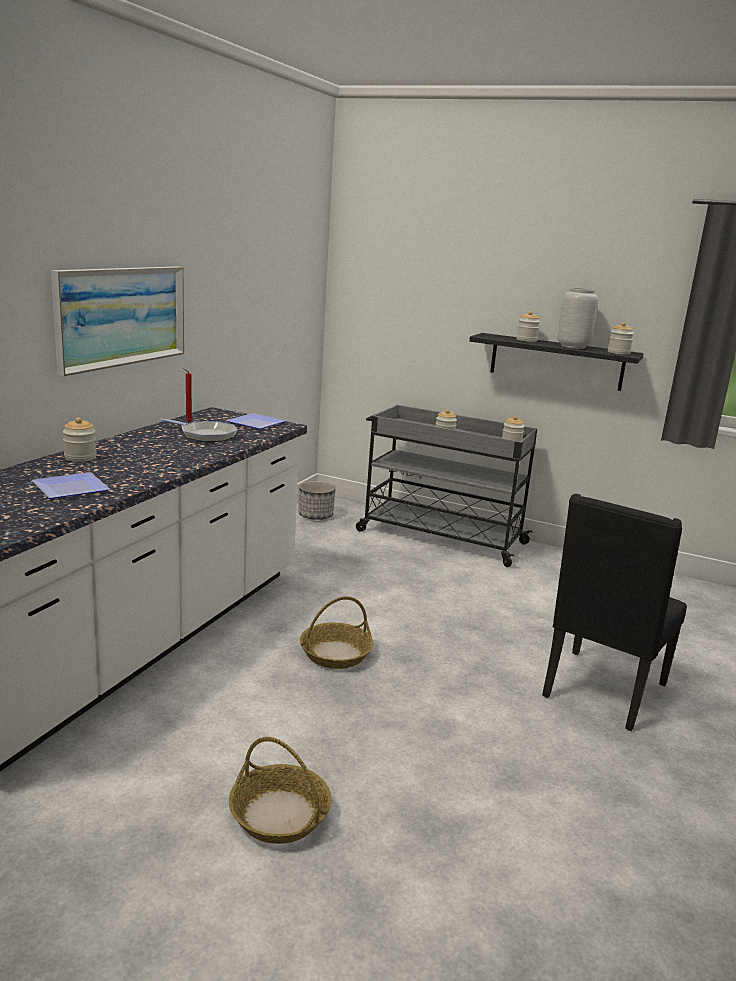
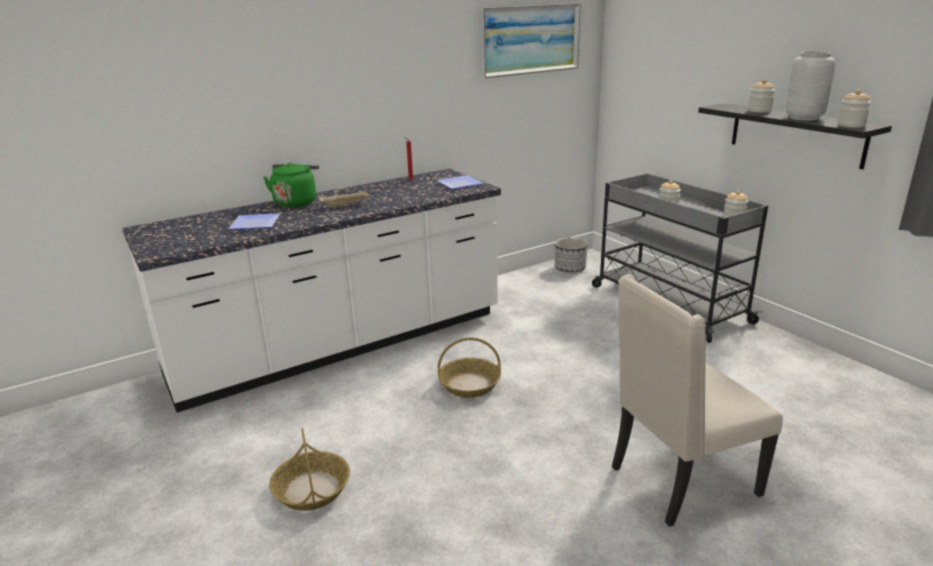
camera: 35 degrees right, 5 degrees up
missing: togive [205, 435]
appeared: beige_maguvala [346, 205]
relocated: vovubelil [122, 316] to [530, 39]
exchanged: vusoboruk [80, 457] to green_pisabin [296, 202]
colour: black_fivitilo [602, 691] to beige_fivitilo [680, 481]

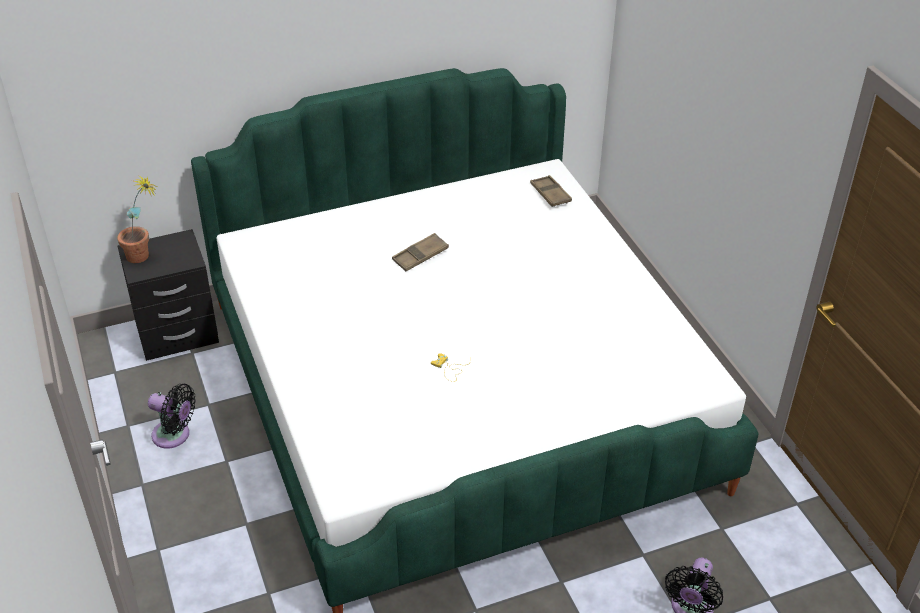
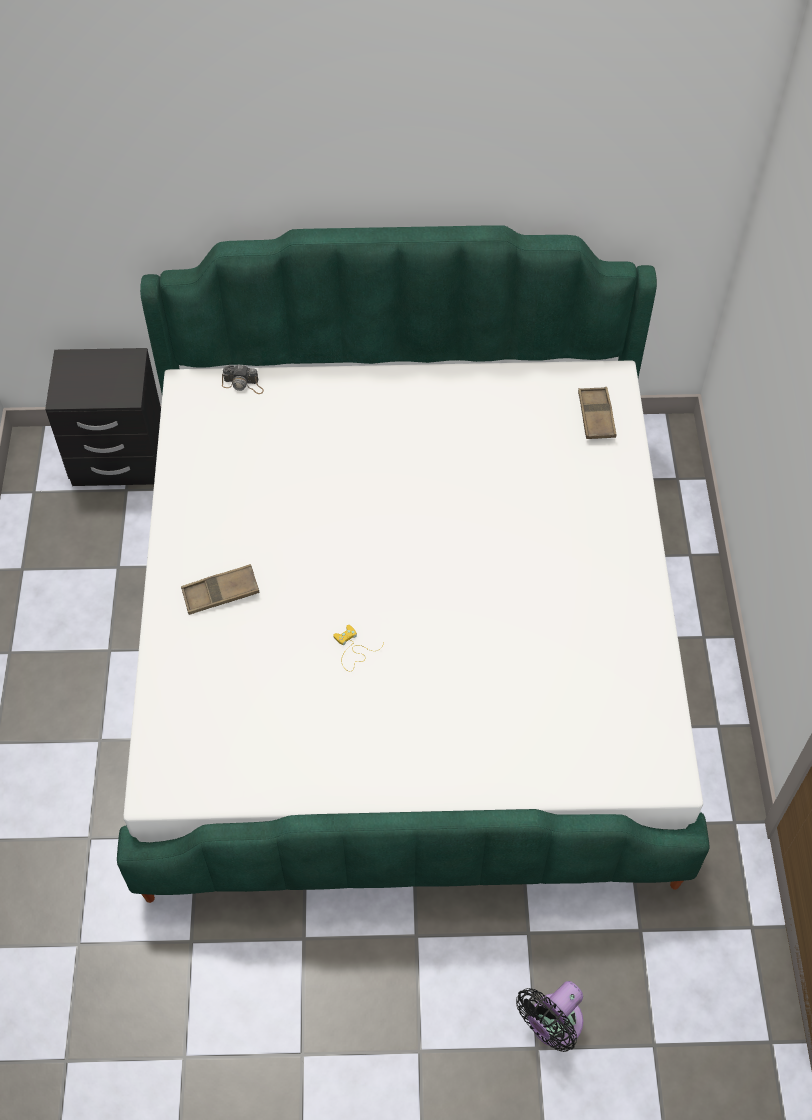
camera: 20 degrees right, 15 degrees up
missing: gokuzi [144, 256]; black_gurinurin [174, 435]
appeared: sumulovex [243, 384]
relocated: brown_maguvala [420, 256] to [221, 593]

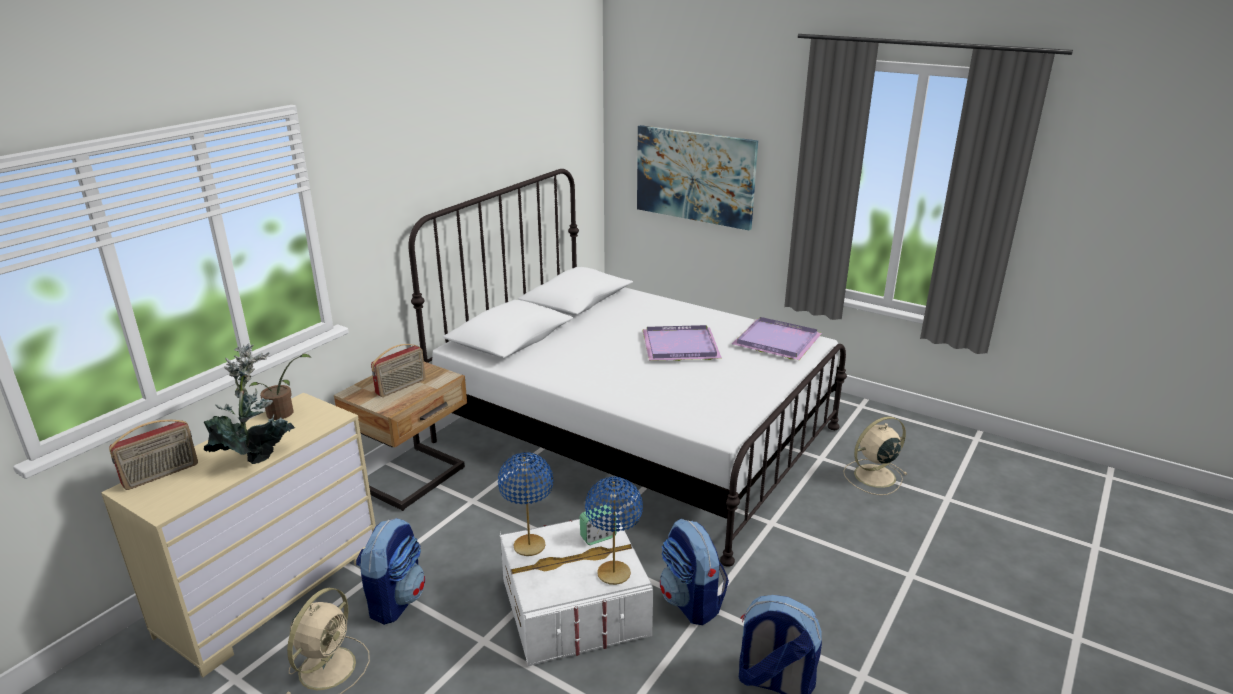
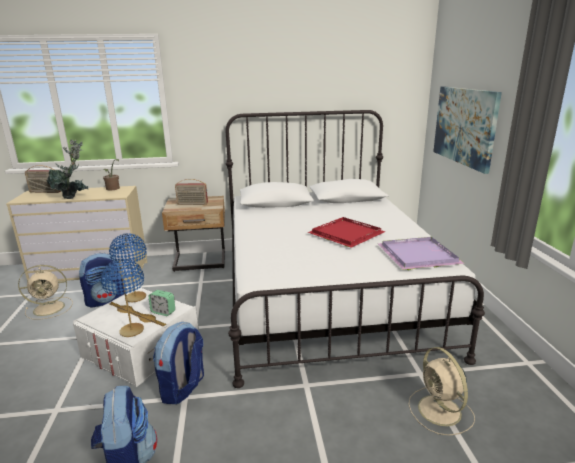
camera: 50 degrees right, 5 degrees down
colour: purple_maguvala [679, 346] to red_maguvala [346, 233]
spun: beige_gurinurin [873, 476] = [440, 411] 135 degrees counterclockwise

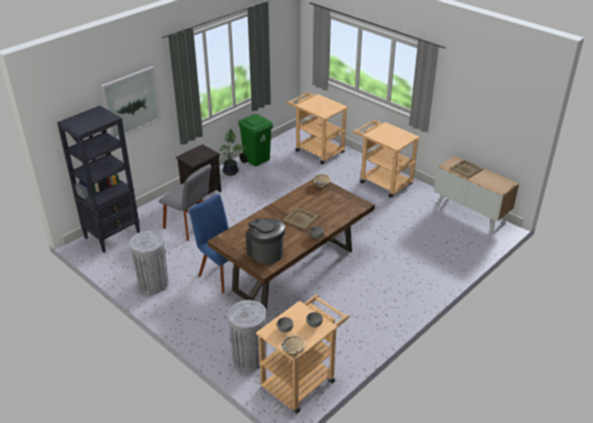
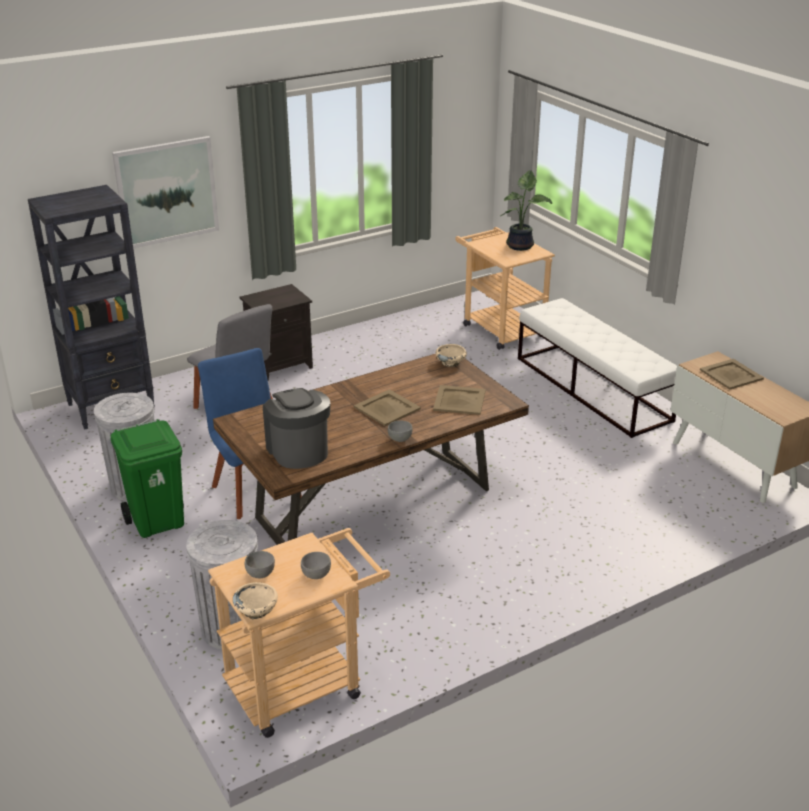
camera: 15 degrees right, 5 degrees down
appeared: beige_maguvala [459, 400]
relocated: gokuzi [231, 171] to [521, 246]; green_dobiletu [256, 160] to [158, 522]
exchanged: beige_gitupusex [382, 181] to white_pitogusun [593, 389]

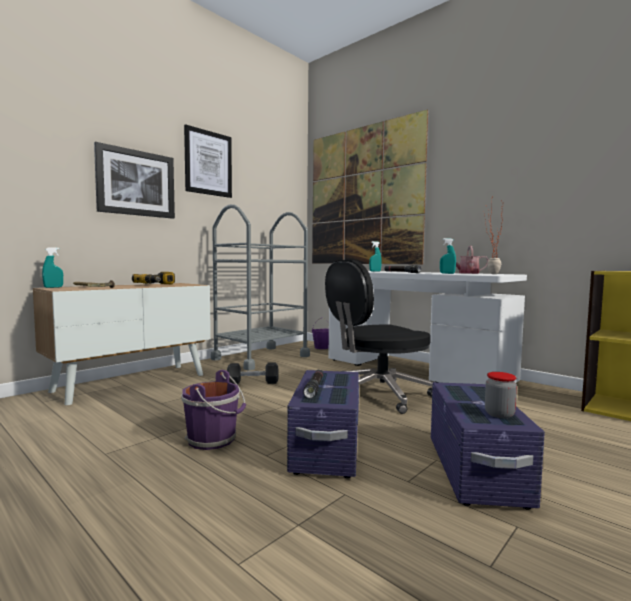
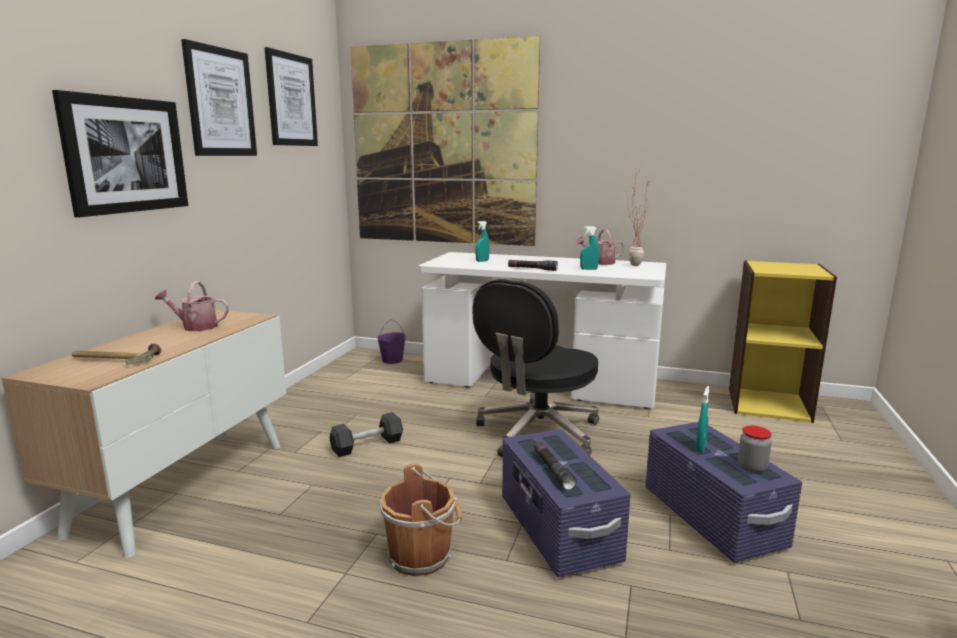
camera: 25 degrees left, 10 degrees up
missing: grey_gitupusex [261, 358]
appeared: vovubelil [291, 100]
relocated: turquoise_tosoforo [53, 287] to [700, 447]
exchanged: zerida [157, 284] to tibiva [195, 326]
colour: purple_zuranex [214, 439] to brown_zuranex [422, 555]

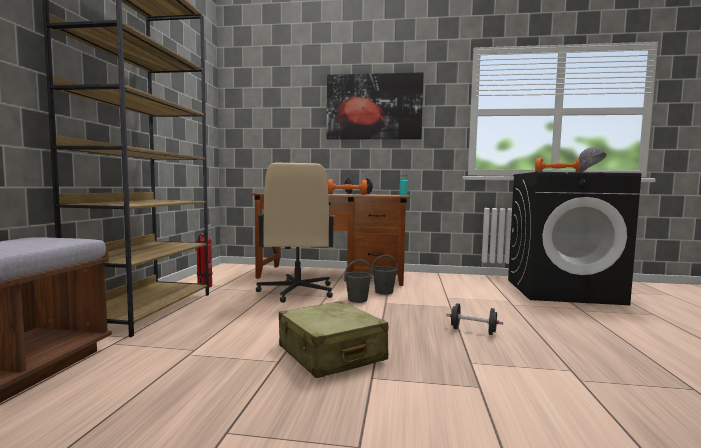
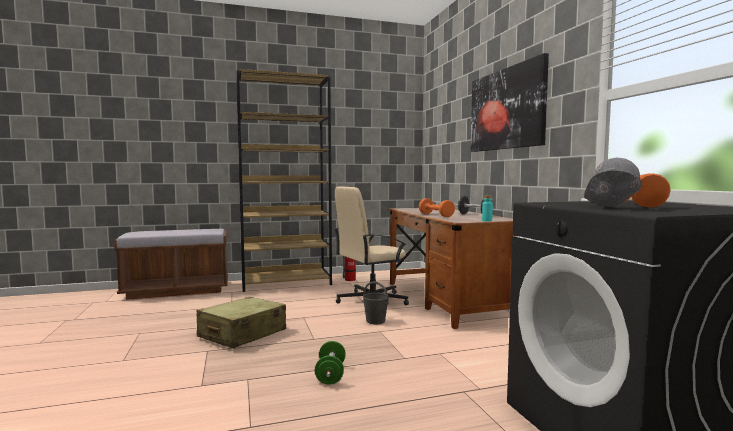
camera: 65 degrees right, 0 degrees up
missing: grey_zuranex [384, 292]
colour: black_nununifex [473, 331] to green_nununifex [330, 375]

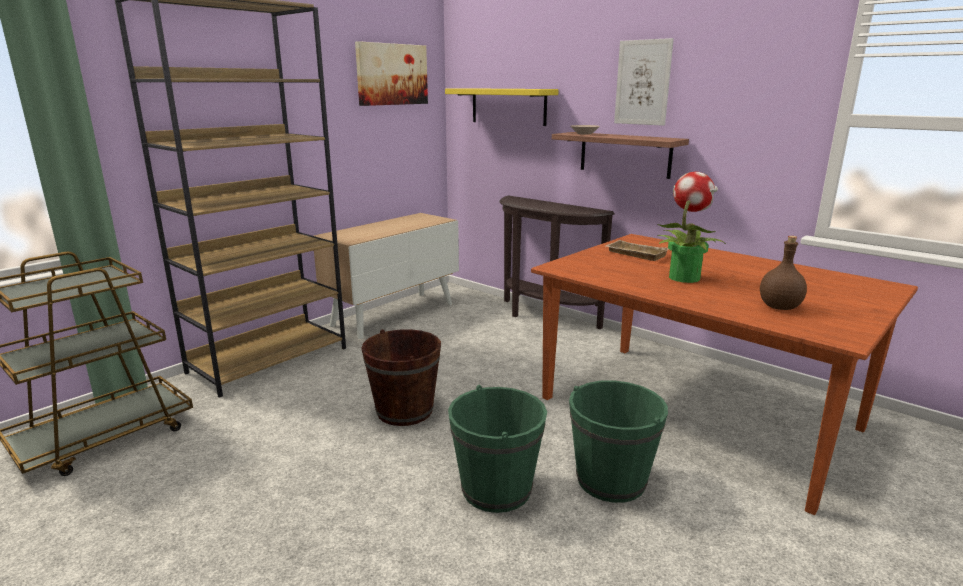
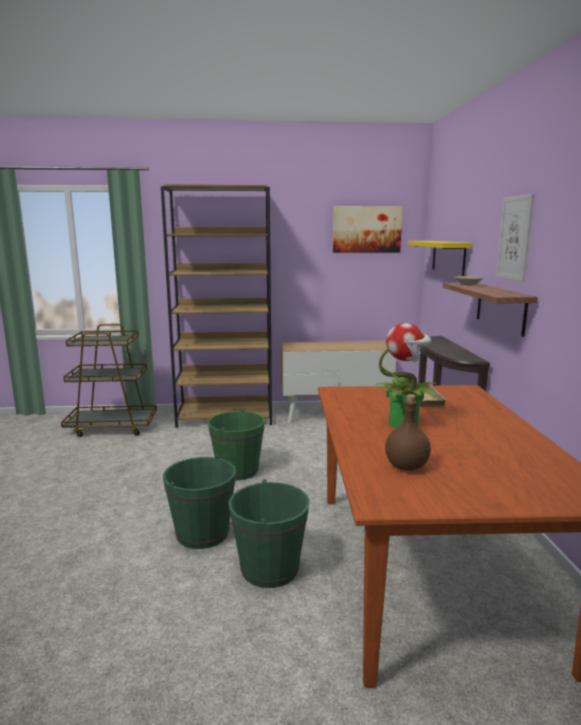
camera: 45 degrees right, 5 degrees down
colour: brown_zuranex [405, 411] to green_zuranex [237, 470]

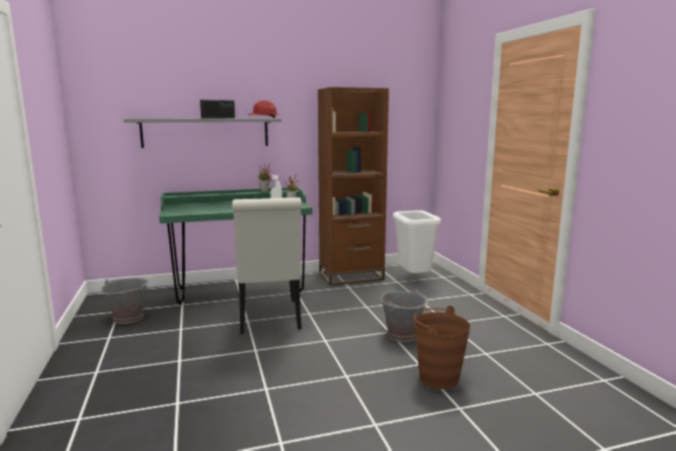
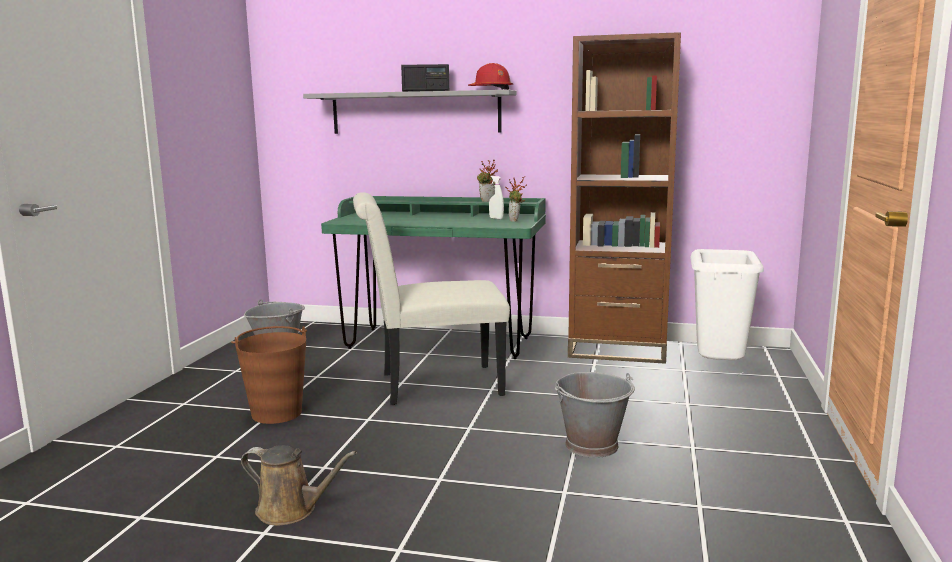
camera: 30 degrees right, 0 degrees up
appeared: brown_tibiva [291, 510]
relocated: brown_zuranex [438, 378] to [277, 413]
spun: white_fivitilo [269, 319] = [431, 385] 60 degrees clockwise

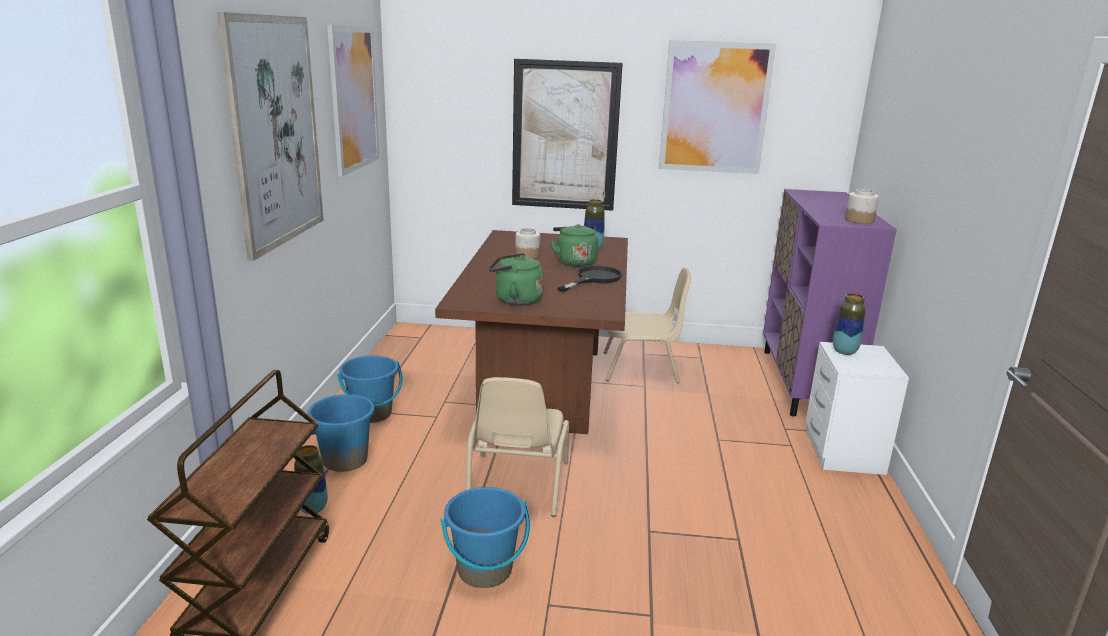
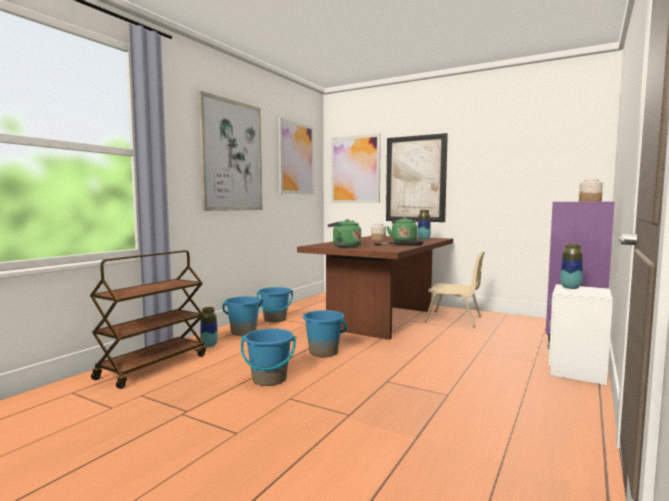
camera: 25 degrees right, 15 degrees down
relocated: vovubelil [715, 108] to [355, 169]
exchanged: beige_fivitilo [516, 485] to blue_zuranex [323, 352]

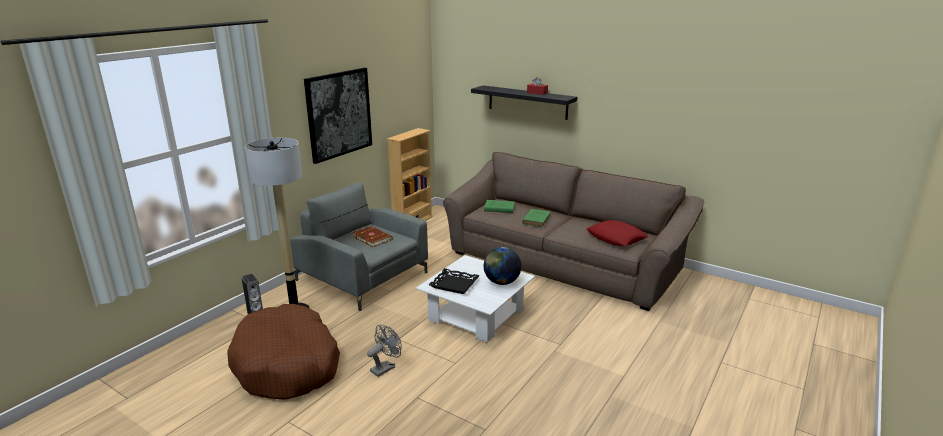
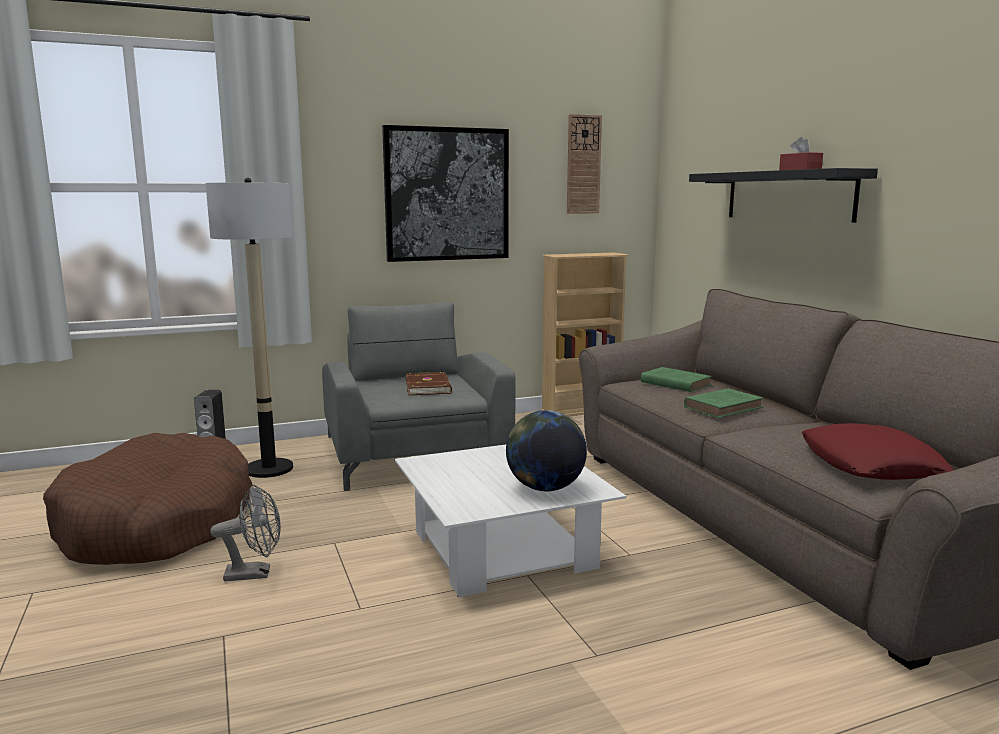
camera: 35 degrees right, 10 degrees down
missing: black_maguvala [454, 284]
appeared: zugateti [583, 165]

